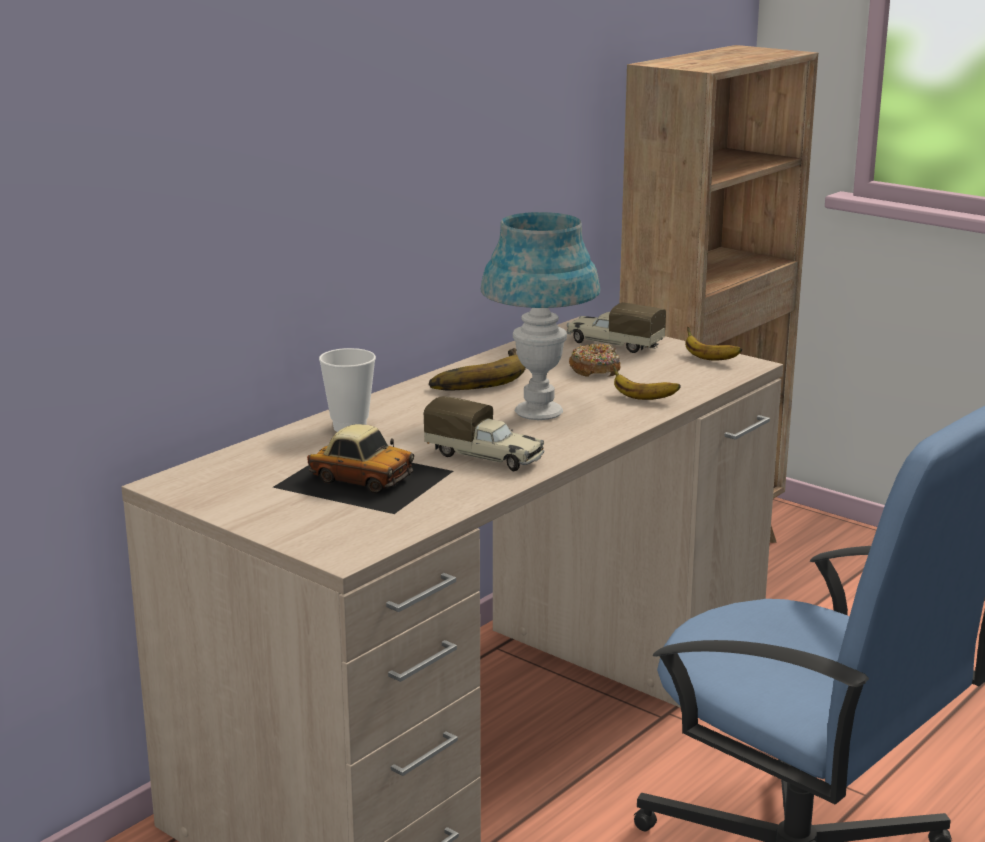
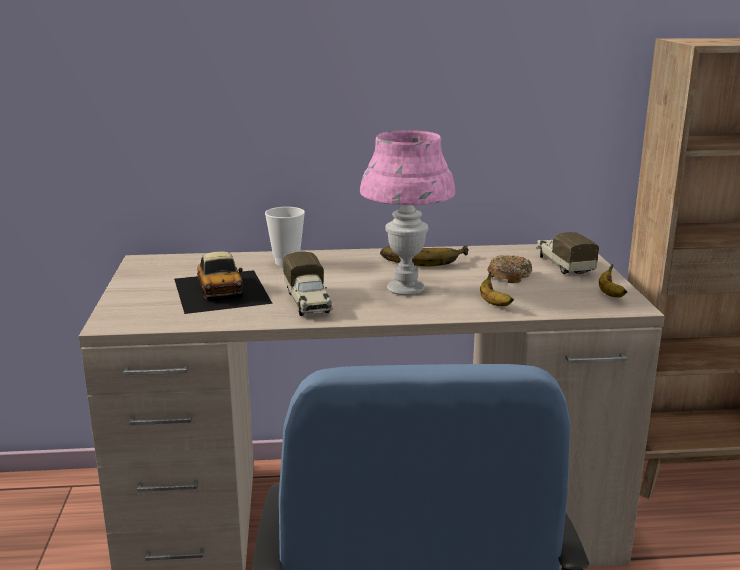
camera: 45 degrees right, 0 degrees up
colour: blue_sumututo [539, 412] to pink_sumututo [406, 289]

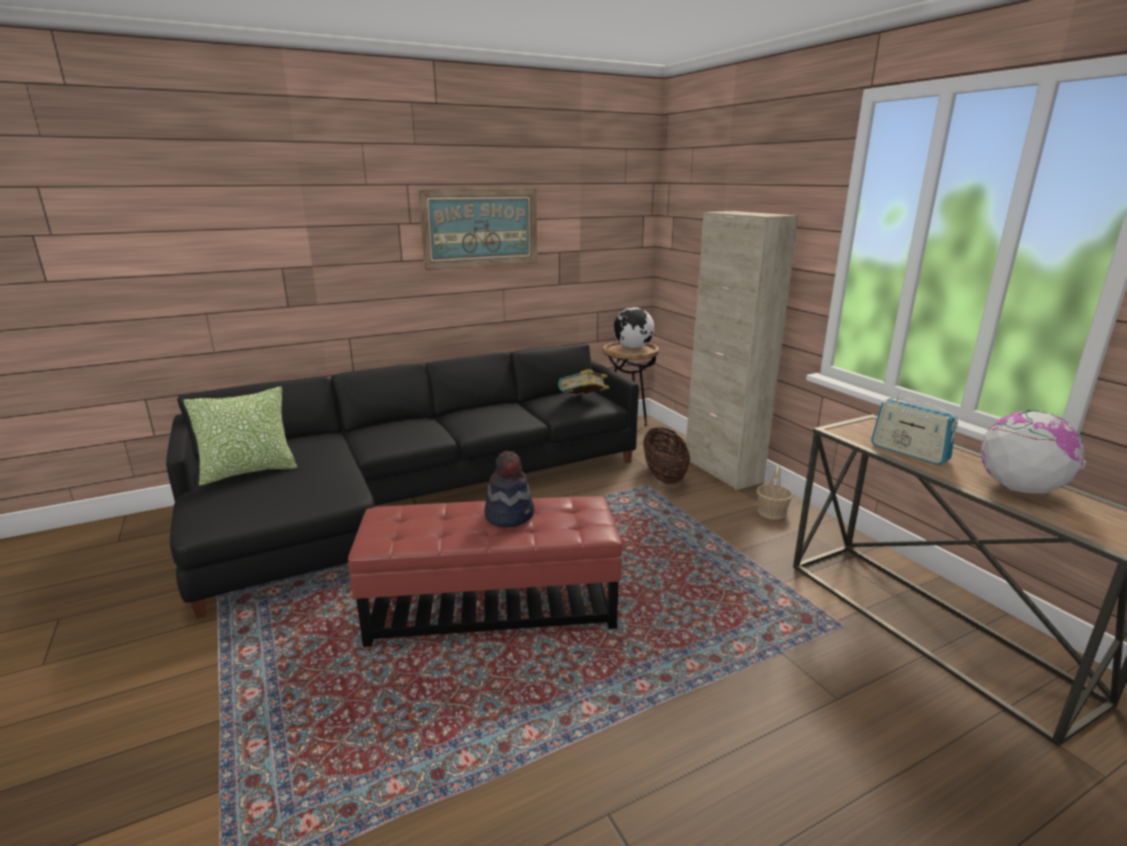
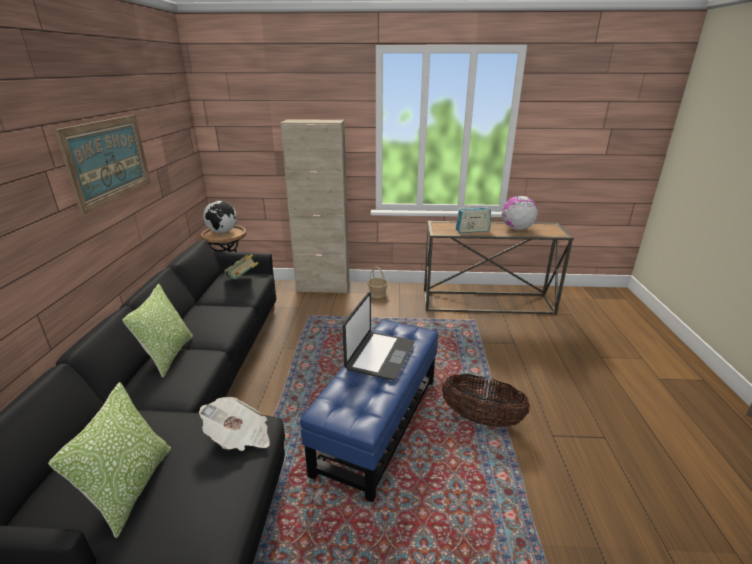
camera: 60 degrees left, 5 degrees up
appeared: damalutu [168, 355]; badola [239, 437]
relocated: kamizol [664, 476] to [481, 419]
exchanged: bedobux [510, 515] to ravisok [379, 356]
colour: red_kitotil [492, 608] to blue_kitotil [377, 423]

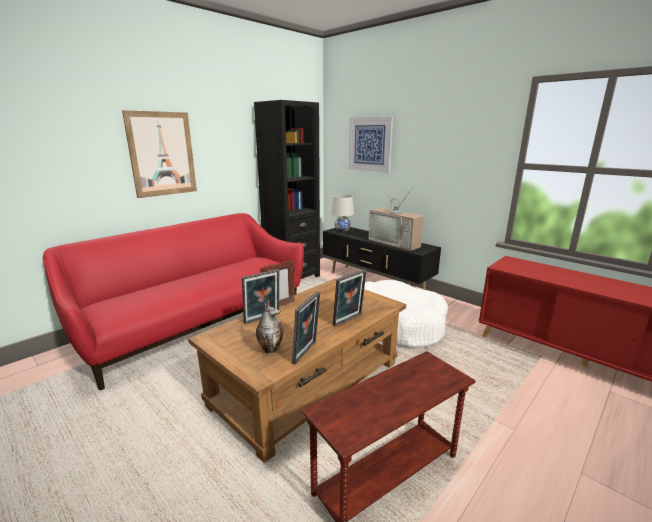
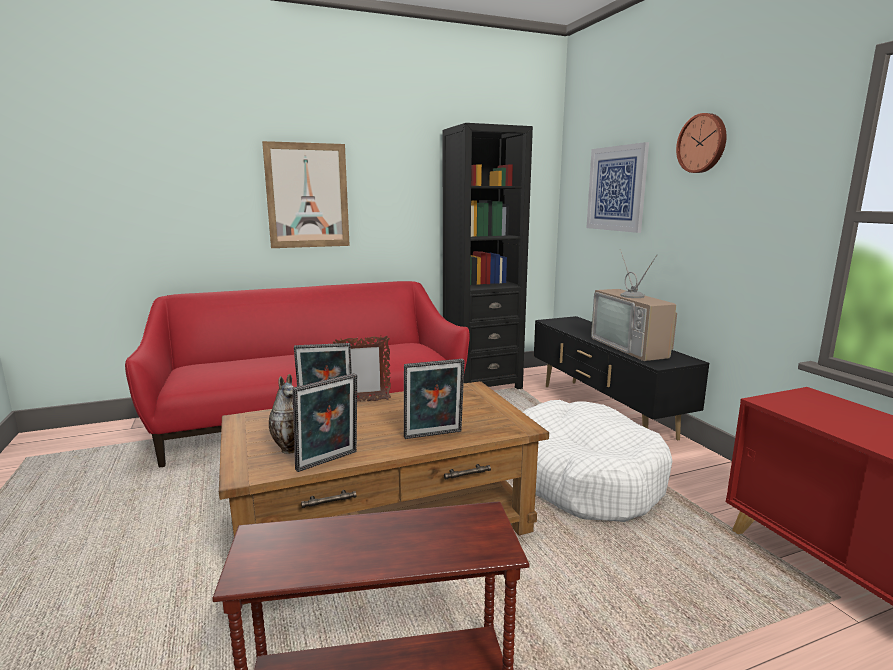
camera: 25 degrees right, 5 degrees down
missing: white_sumututo [342, 229]
appeared: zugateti [702, 143]

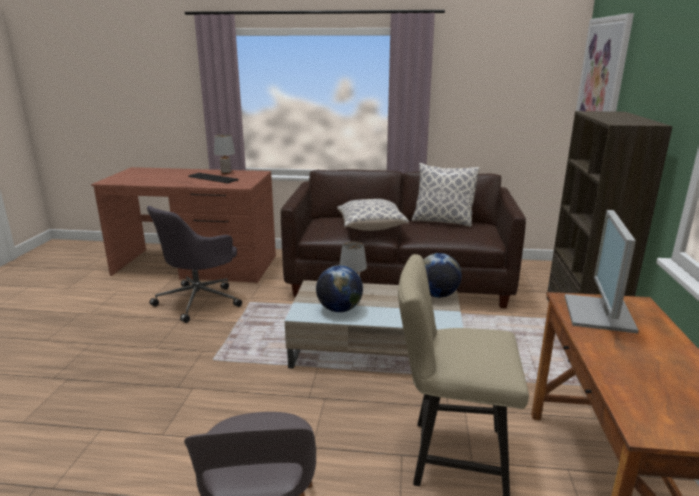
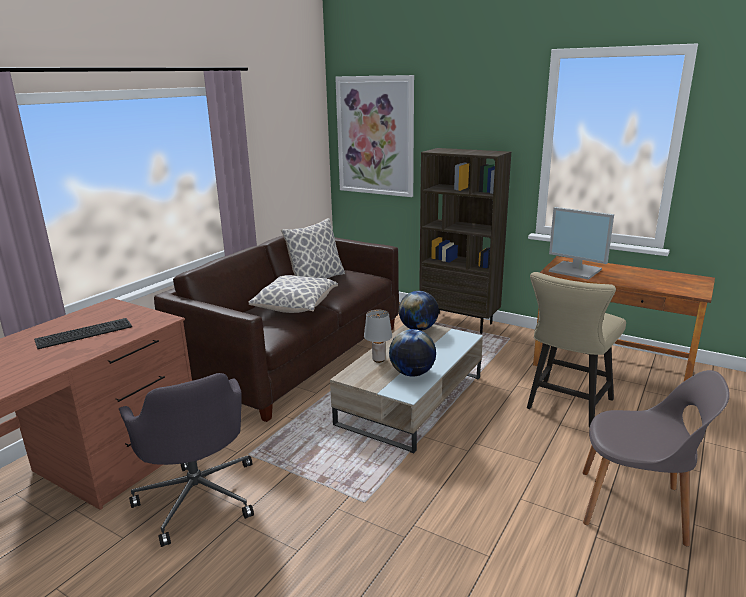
camera: 65 degrees left, 0 degrees up
missing: grey_sumututo [226, 173]

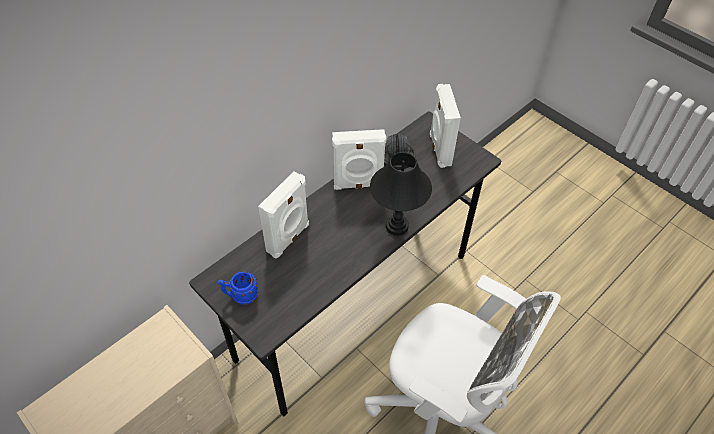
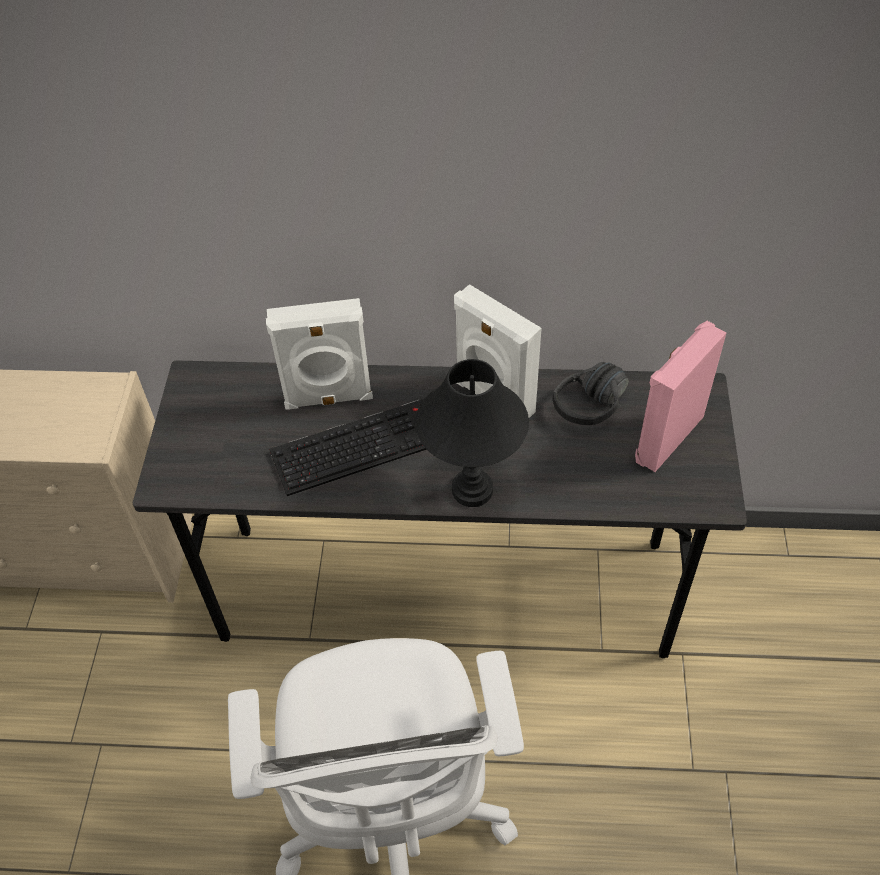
camera: 50 degrees right, 0 degrees up
missing: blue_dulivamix [241, 296]
appeared: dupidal [366, 442]
colour: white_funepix [439, 150] to pink_funepix [667, 437]

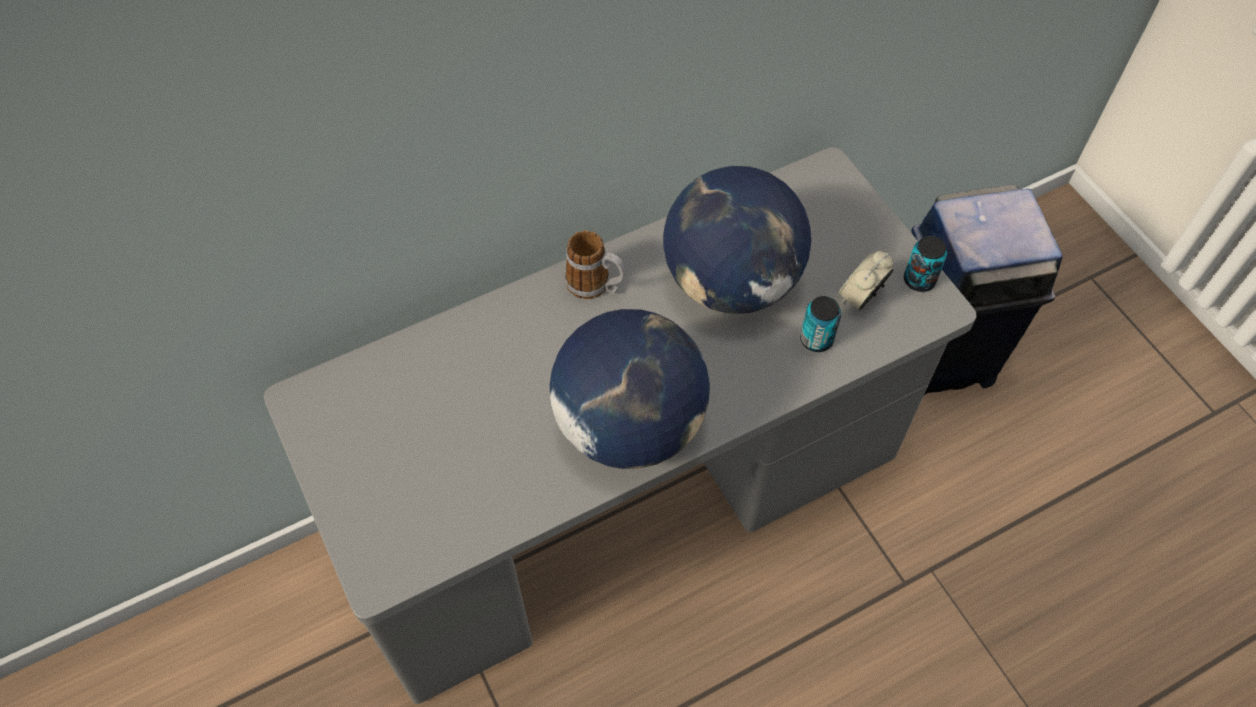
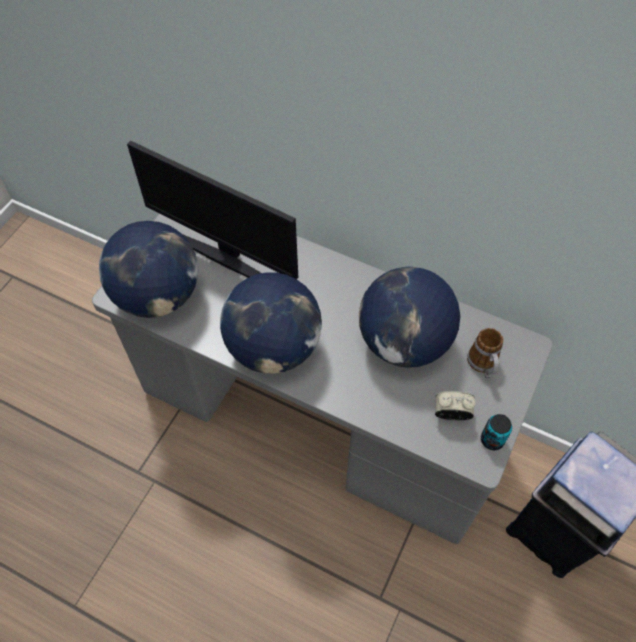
camera: 55 degrees right, 0 degrees up
missing: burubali [816, 339]
appeared: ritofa [158, 295]; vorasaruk [226, 257]
relocated: dulivamix [596, 285] to [483, 366]

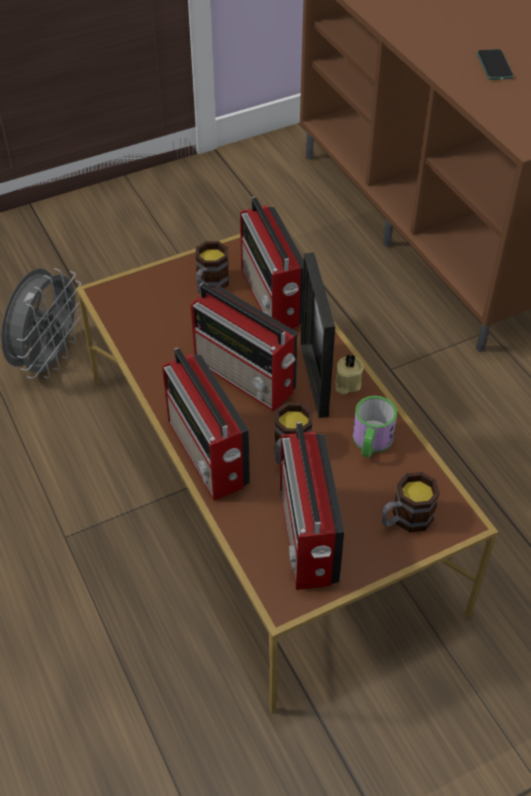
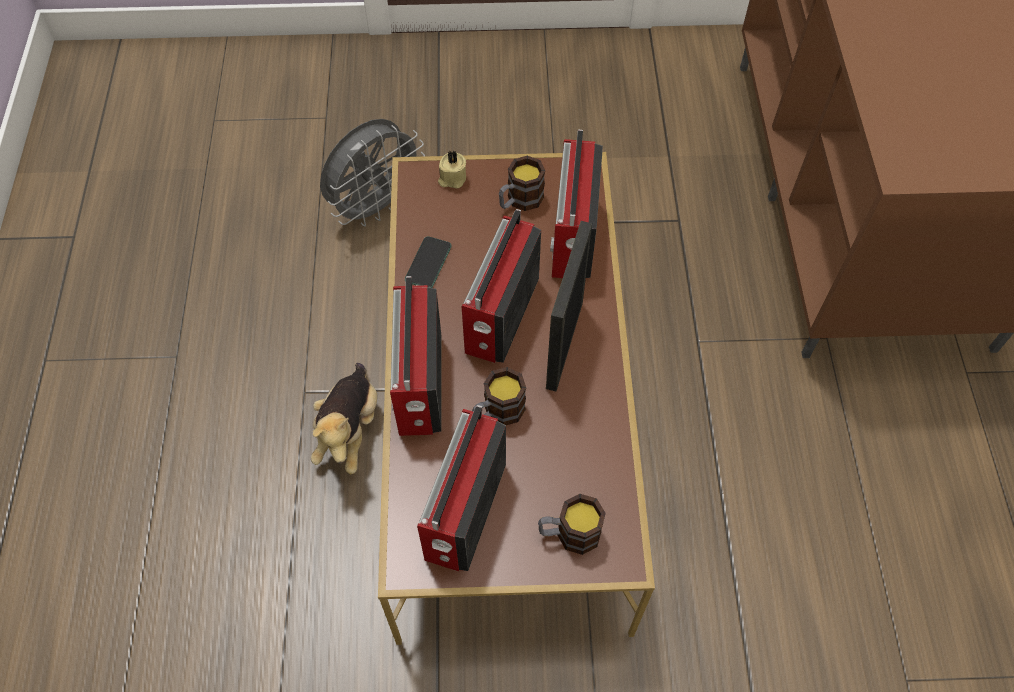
camera: 25 degrees right, 10 degrees up
missing: dulivamix [371, 443]
appeared: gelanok [349, 430]
relocated: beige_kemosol [346, 384] to [452, 178]; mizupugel [494, 66] to [428, 263]
spun: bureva [246, 377] = [500, 316] 45 degrees clockwise

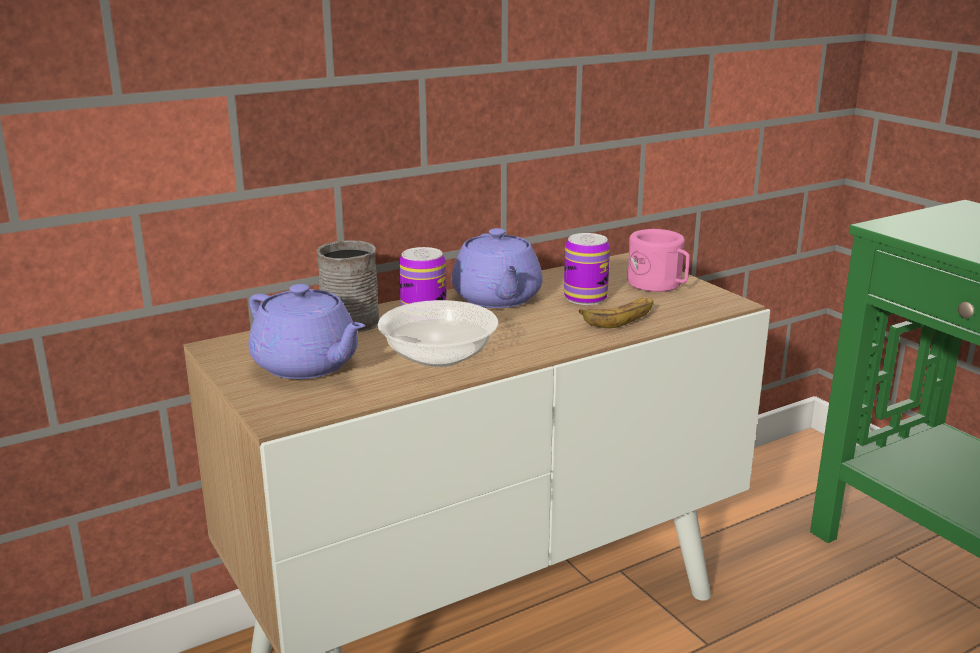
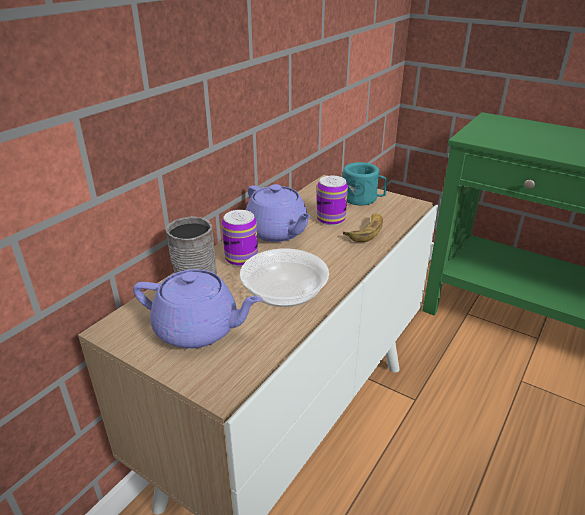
camera: 25 degrees left, 10 degrees up
colour: pink_dulivamix [659, 285] to turquoise_dulivamix [363, 199]

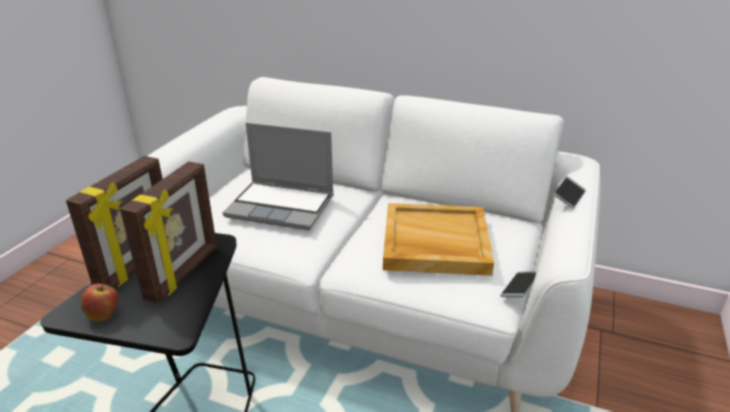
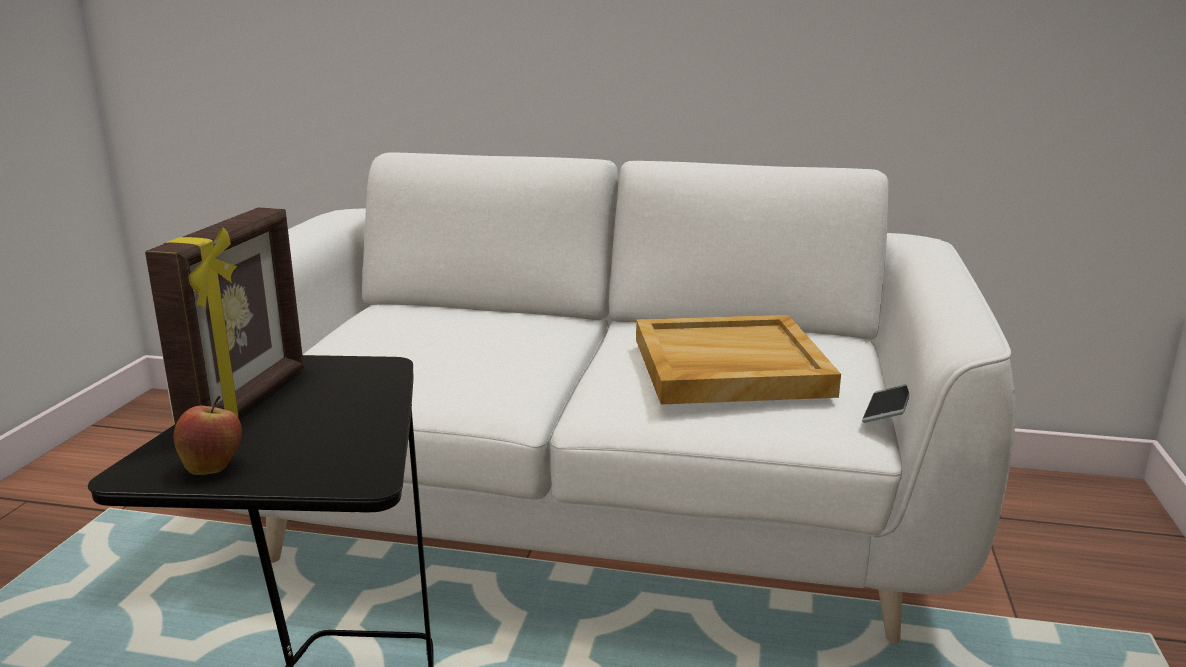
camera: 10 degrees left, 10 degrees down
missing: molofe [184, 273]; ravisok [282, 206]; mizupugel [568, 197]

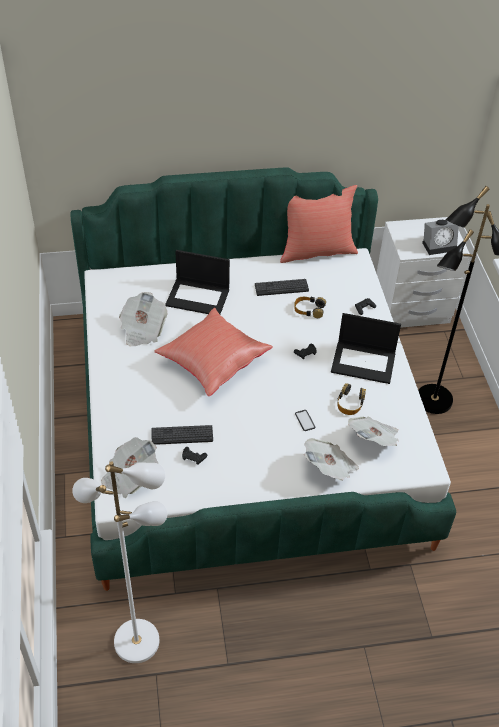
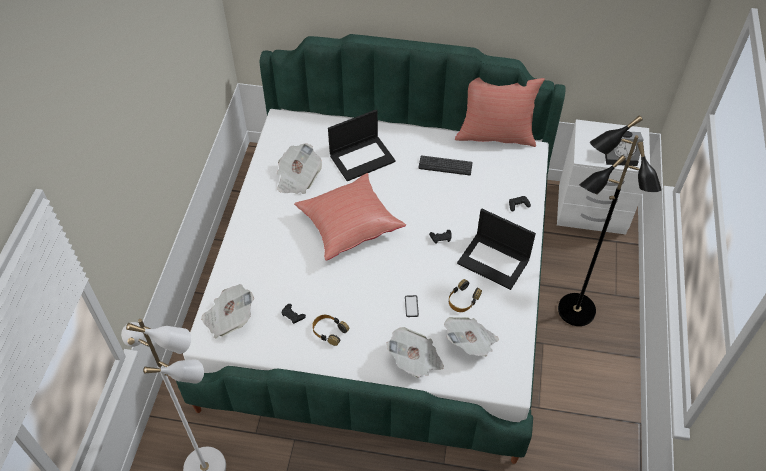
camera: 20 degrees right, 5 degrees up
missing: dupidal [182, 435]
relocated: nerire [309, 309] to [329, 331]
spun: ravisok [198, 297] = [362, 158] 60 degrees counterclockwise

